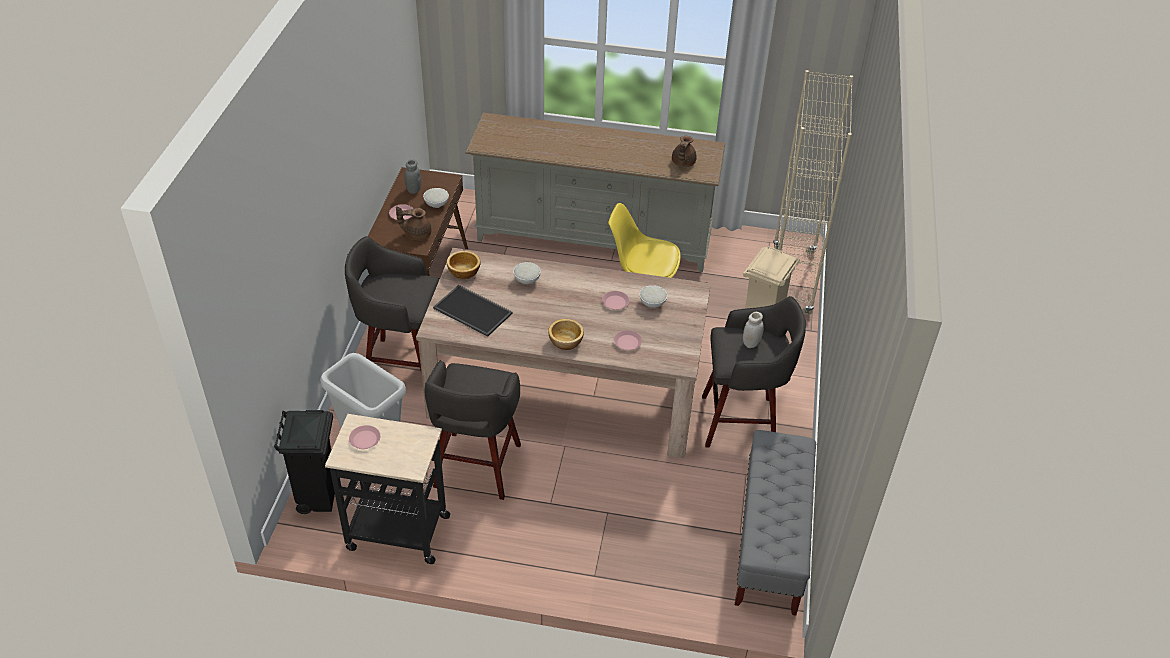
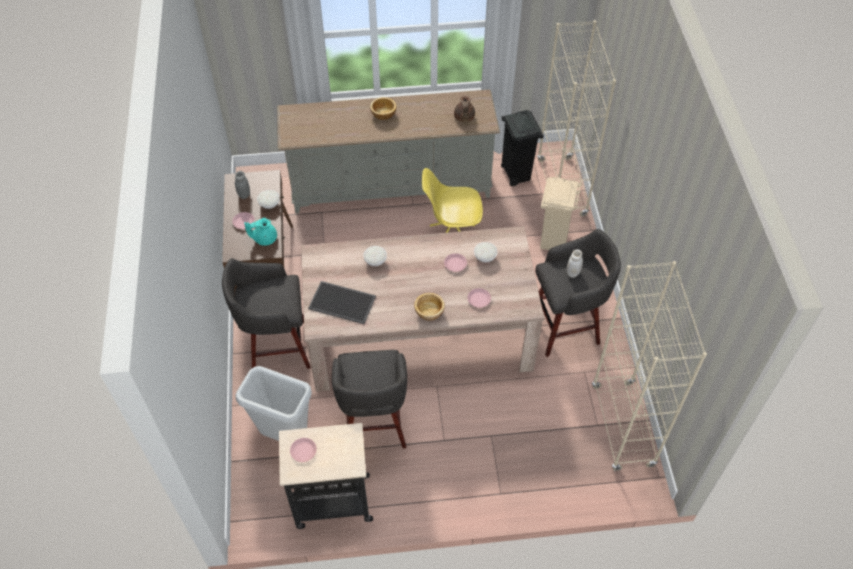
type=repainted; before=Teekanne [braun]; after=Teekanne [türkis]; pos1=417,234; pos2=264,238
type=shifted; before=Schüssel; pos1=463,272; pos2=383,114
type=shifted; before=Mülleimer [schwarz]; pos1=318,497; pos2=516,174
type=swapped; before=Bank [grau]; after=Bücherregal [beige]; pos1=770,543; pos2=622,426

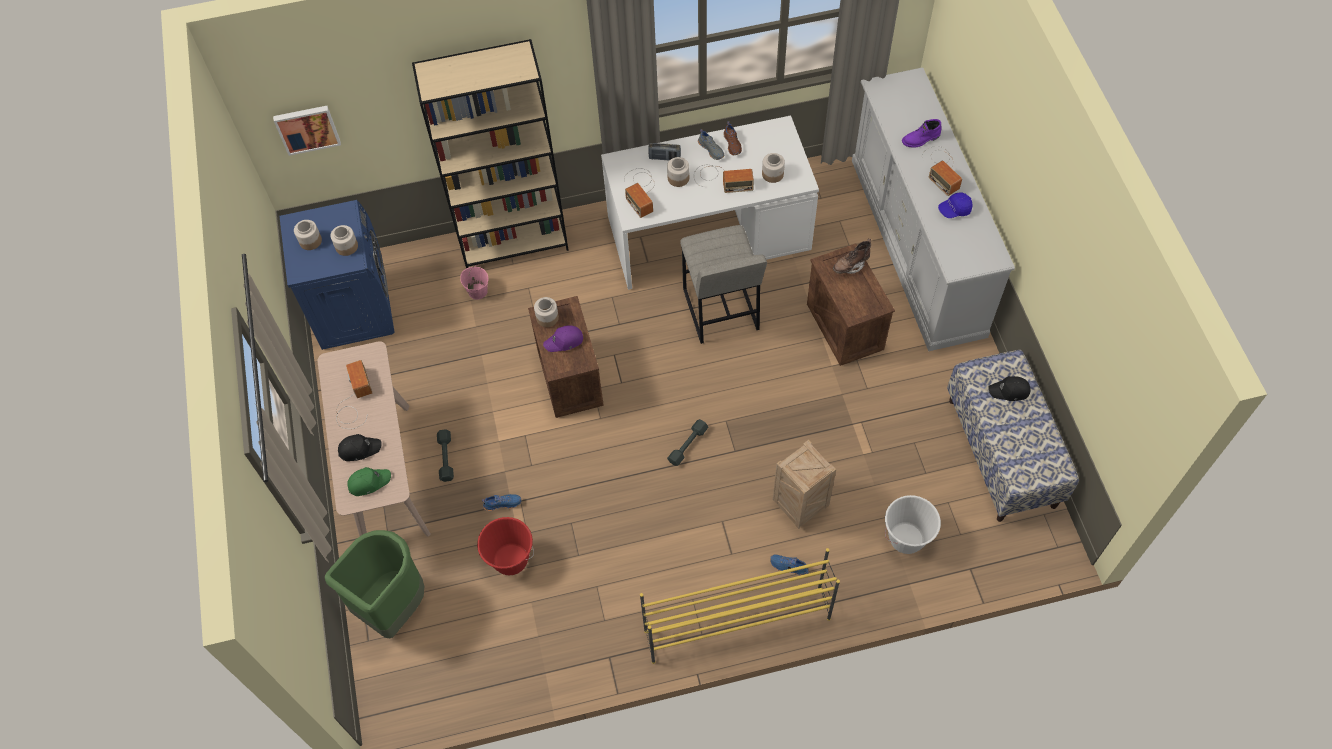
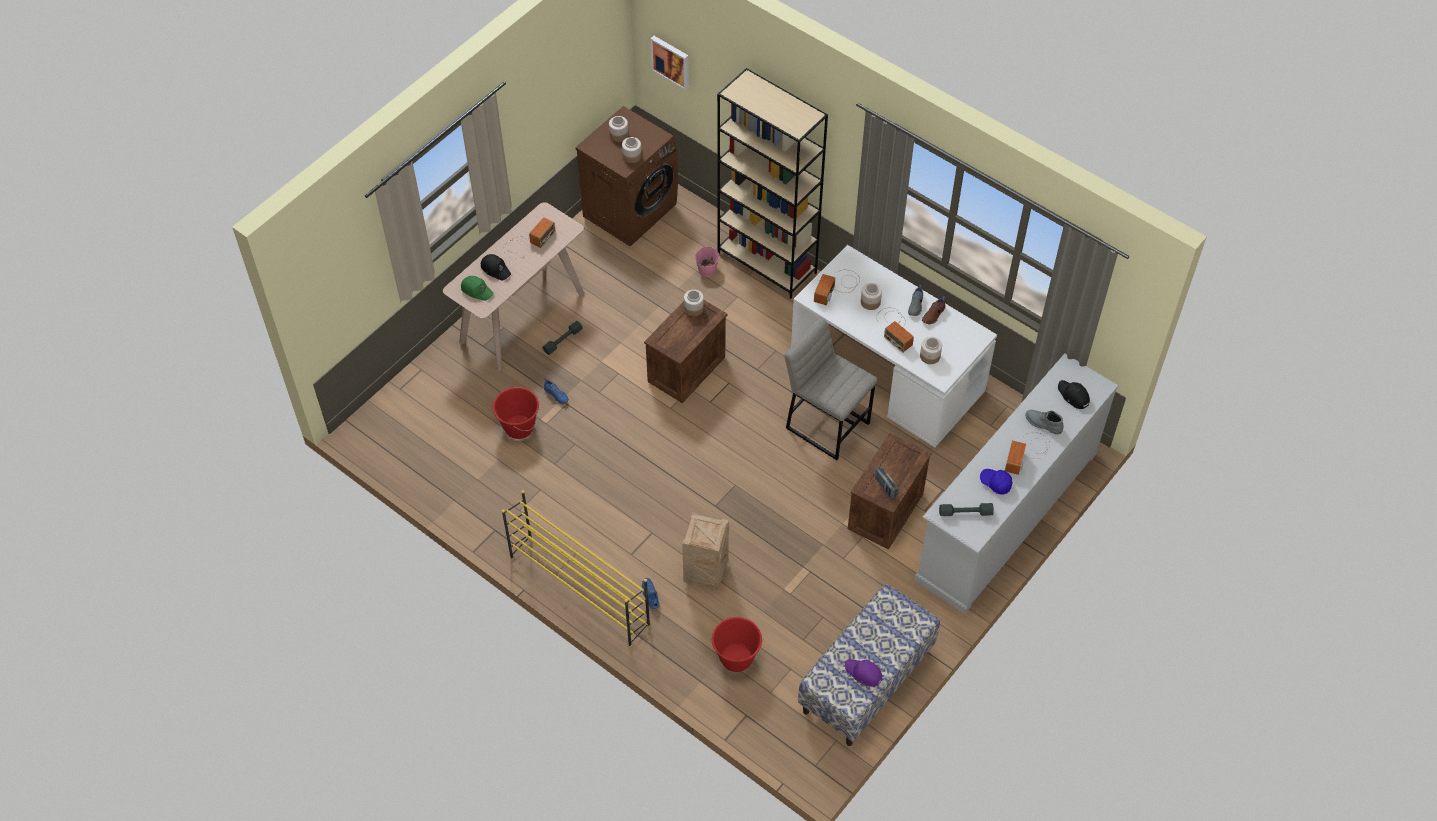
type=repainted; before=Stiefel [lila]; after=Stiefel [grau]; pos1=921,140; pos2=1043,424
type=shifted; before=Radio; pos1=664,158; pos2=885,487
type=repainted; before=Waschmaschine [blau]; after=Waschmaschine [braun]; pos1=354,308; pos2=630,211
type=rotated; before=Stuhl [grau]; pos1=721,311; pos2=826,424; turn=90
type=gone; before=Stiefel [braun]; pos1=851,265
type=shifted; before=Kappe [lila]; pos1=564,341; pos2=863,673
type=shifted; before=Kappe [schwarz]; pos1=1009,391; pos2=1073,396
type=shifted; before=Hantel [grau]; pos1=688,445; pos2=965,513
type=repainted; before=Eimer [weiß]; after=Eimer [rot]; pos1=906,538; pos2=736,658
type=gone; before=Mülleimer [grün]; pos1=393,606

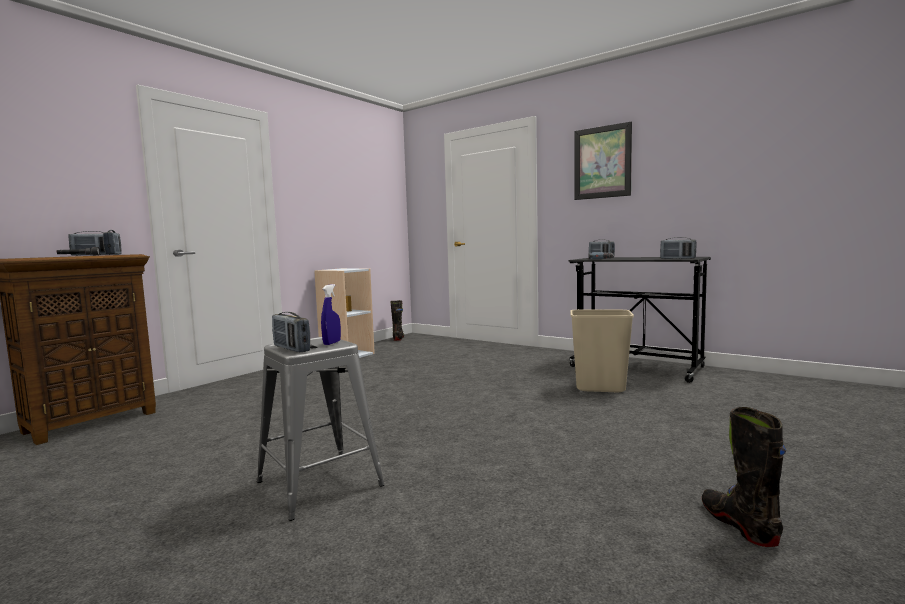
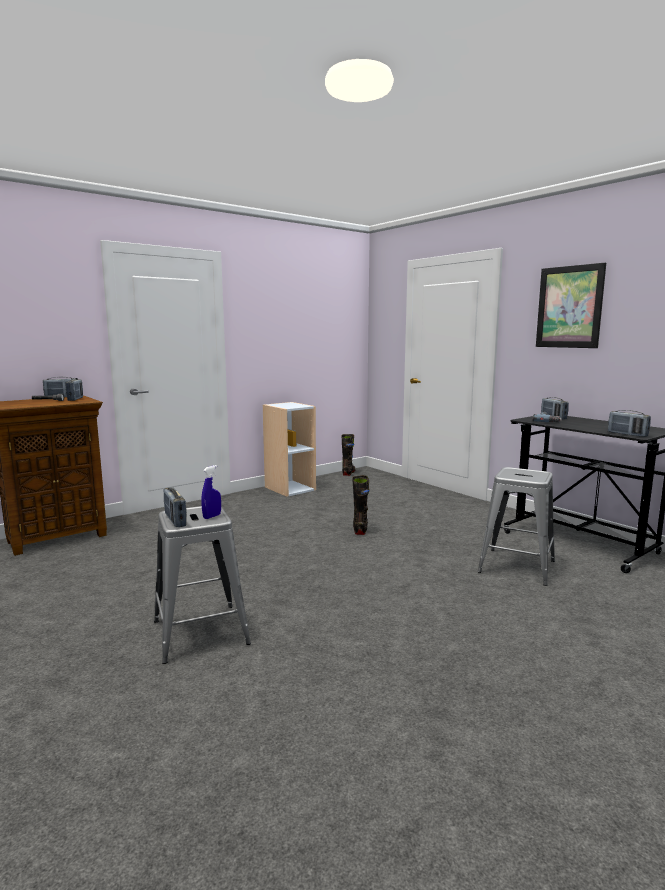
type=swapped; before=Mülleimer [beige]; after=Hocker [grau]; pos1=599,388; pos2=517,566
type=shifted; before=Stiefel [schwarz]; pos1=739,525; pos2=360,529

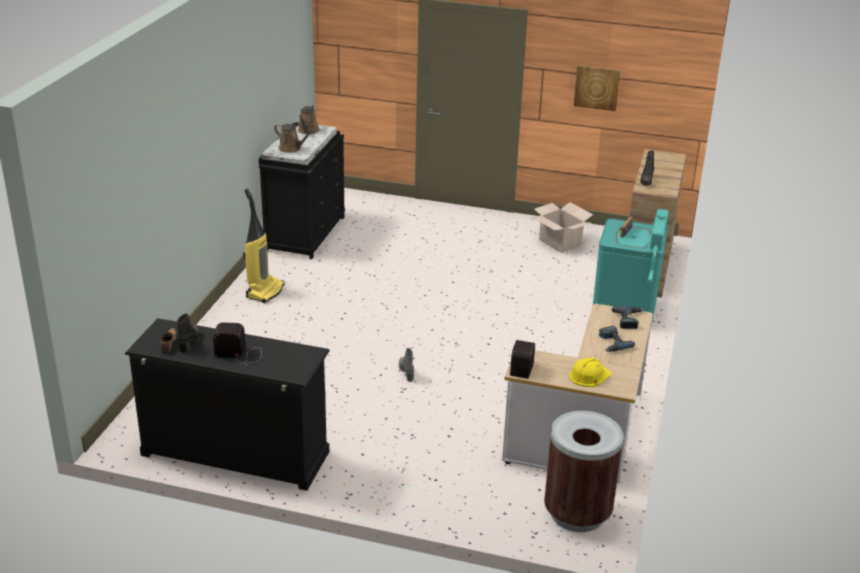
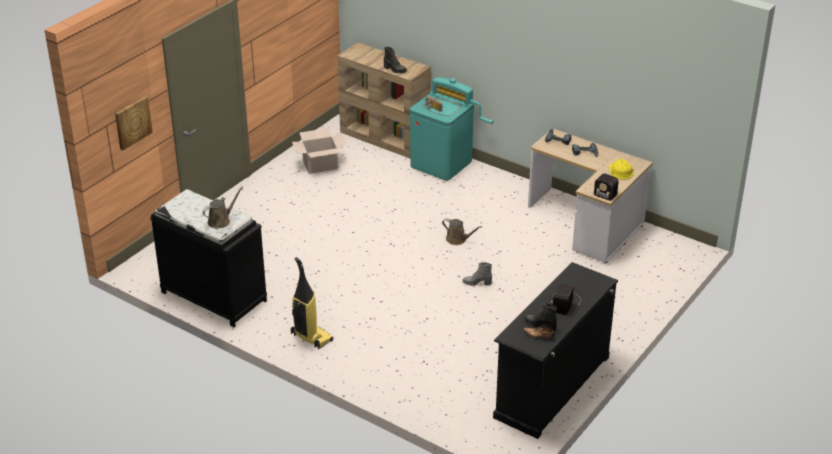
type=shifted; before=Bild; pos1=597,87; pos2=132,122
type=shifted; before=Gießkanne [braun]; pos1=308,131; pos2=458,240
type=gone; before=Mülleimer [braun]; pos1=577,513

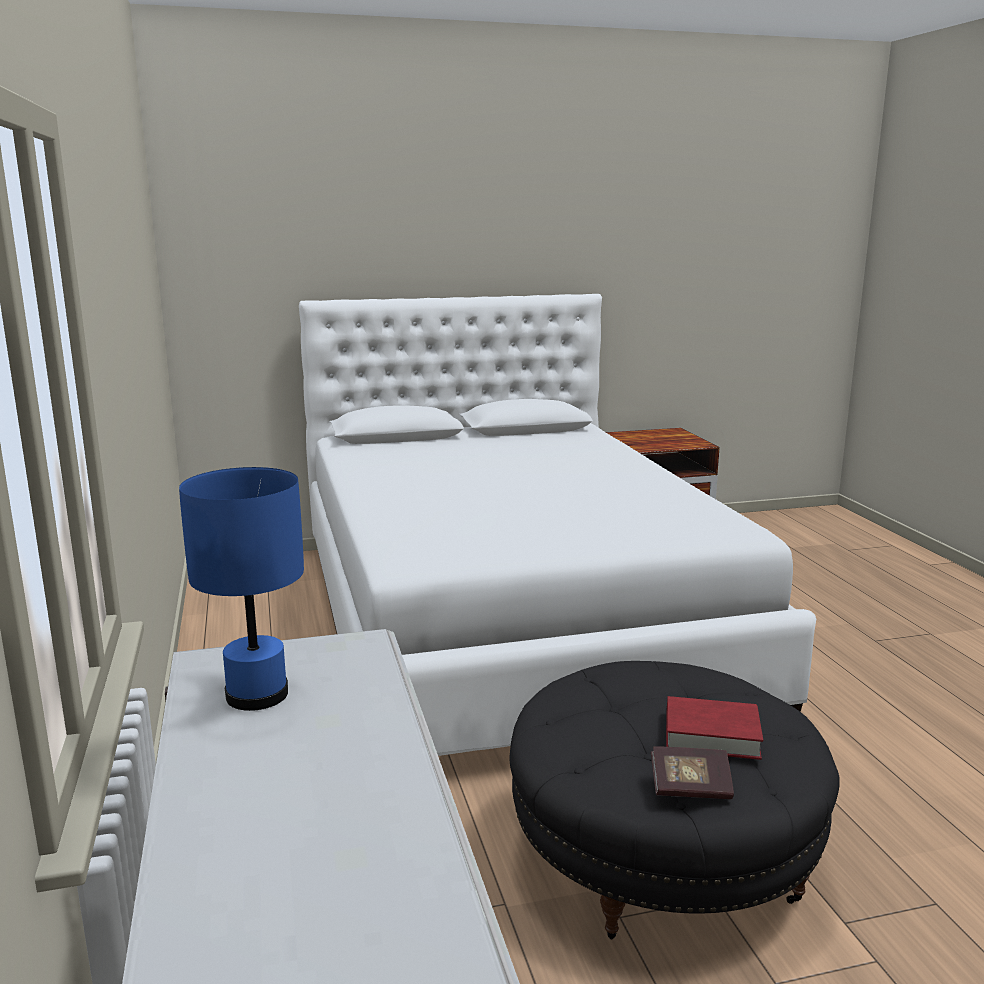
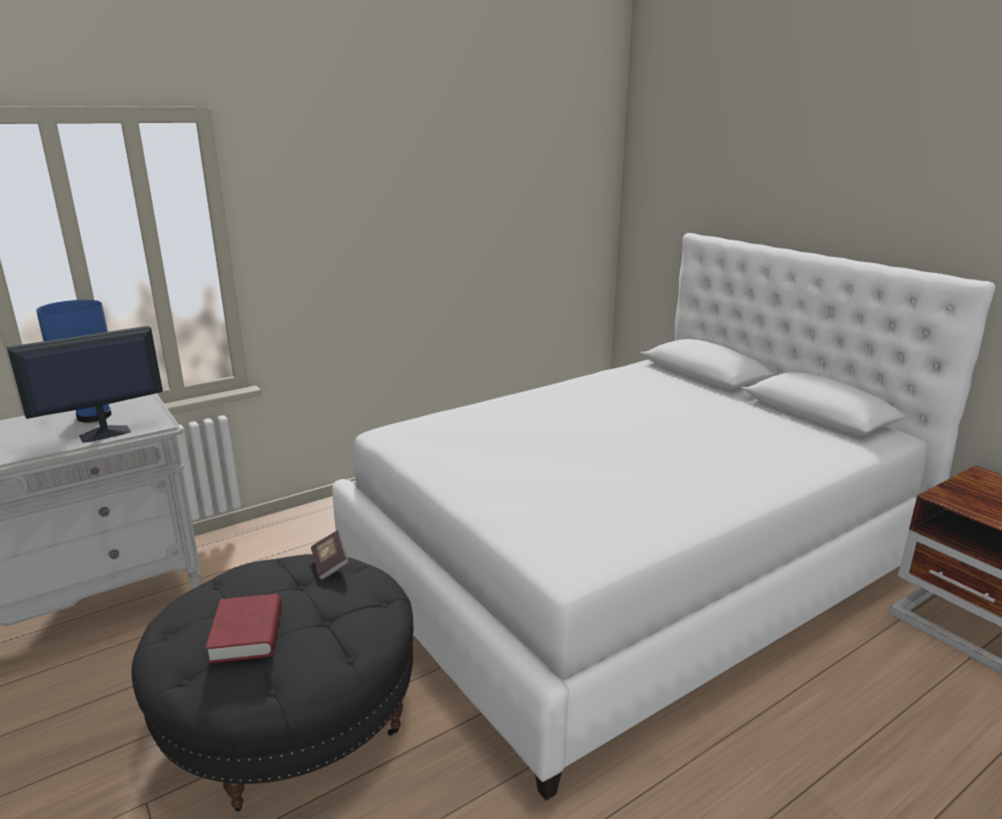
type=shifted; before=Buch; pos1=690,788; pos2=330,564
type=new; after=Monitor; pos2=103,434

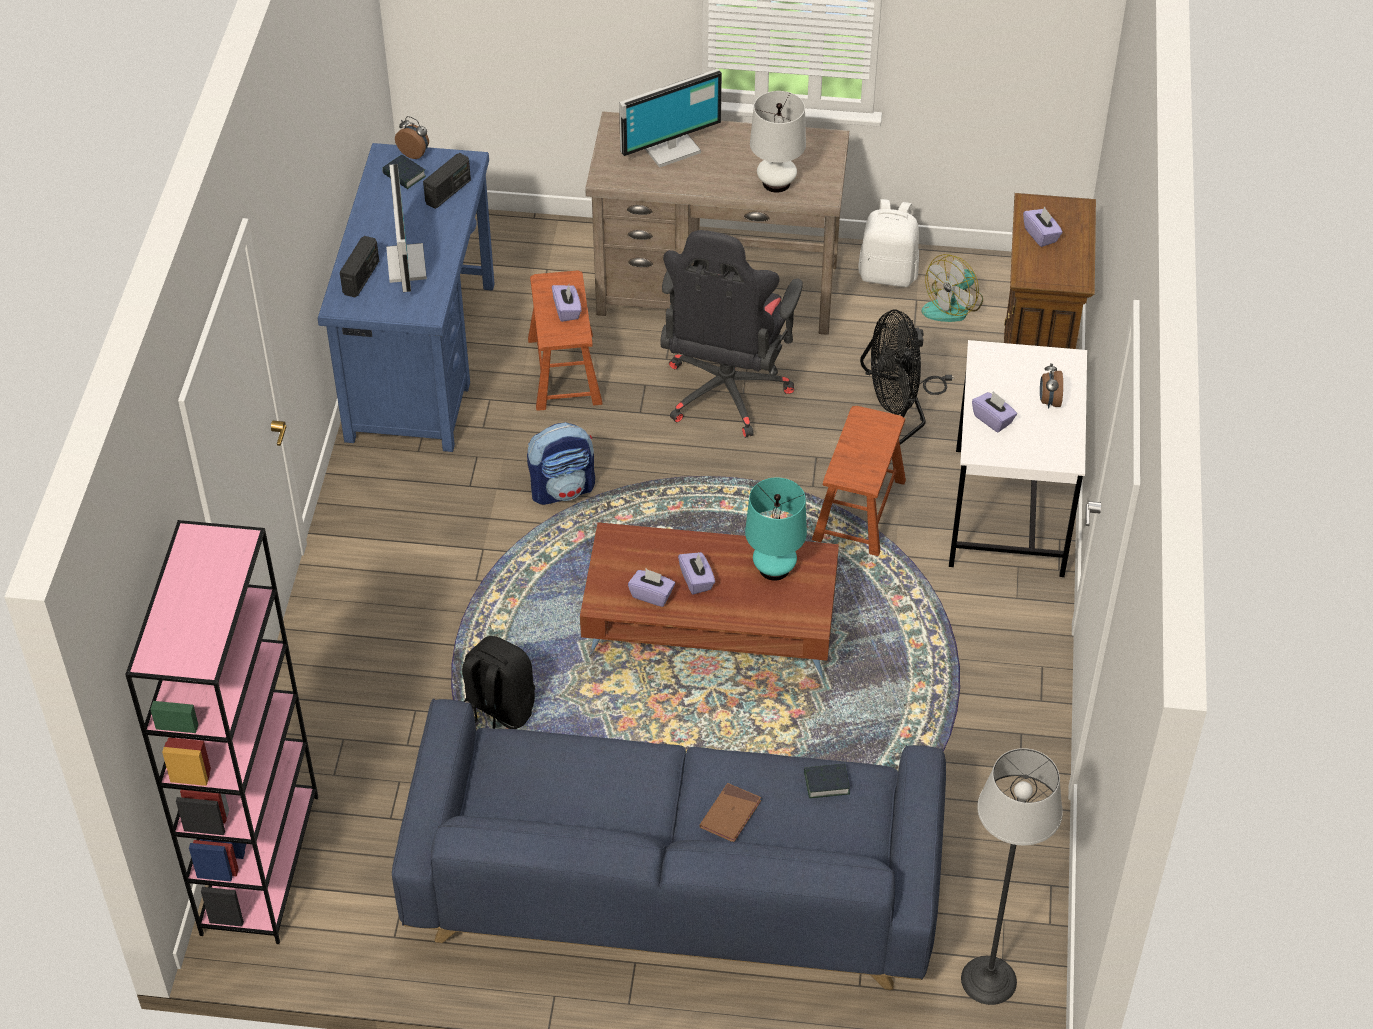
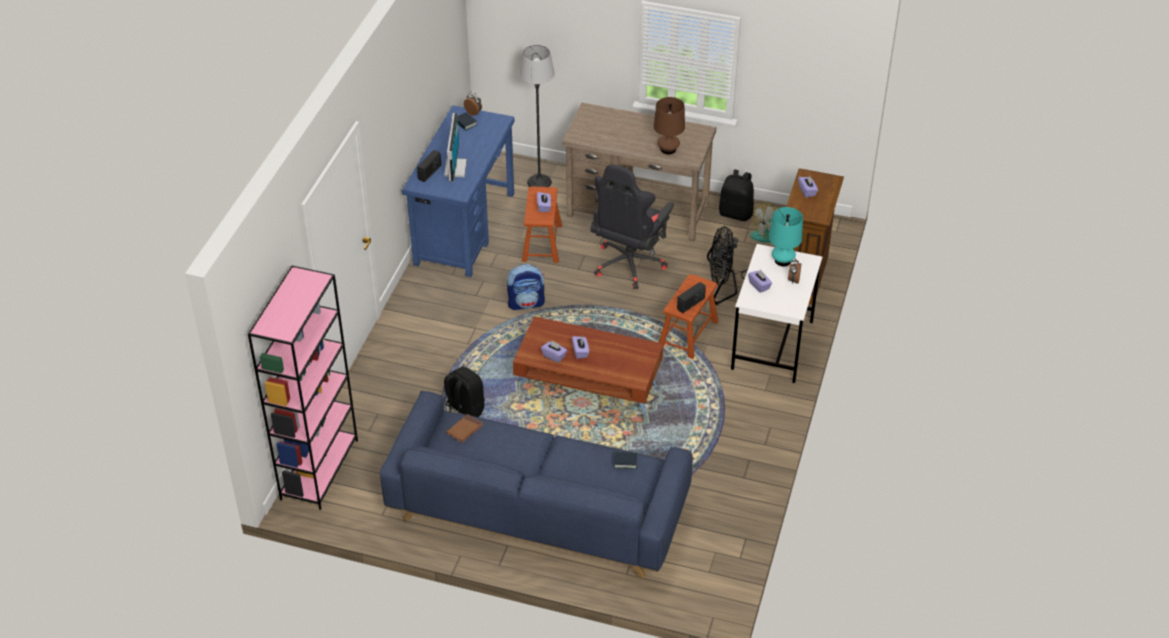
type=gone; before=Monitor; pos1=670,148
type=repainted; before=Tischlampe [weiß]; after=Tischlampe [braun]; pos1=776,183; pos2=668,149
type=shifted; before=Radio; pos1=448,192; pos2=691,304
type=repainted; before=Rucksack [weiß]; after=Rucksack [schwarz]; pos1=888,274; pos2=736,213
type=shifted; before=Tischlampe [türkis]; pos1=774,568; pos2=782,260
type=shifted; before=Stehlampe; pos1=988,980; pos2=539,182
type=shifted; before=Buch [braun]; pos1=730,814; pos2=464,429

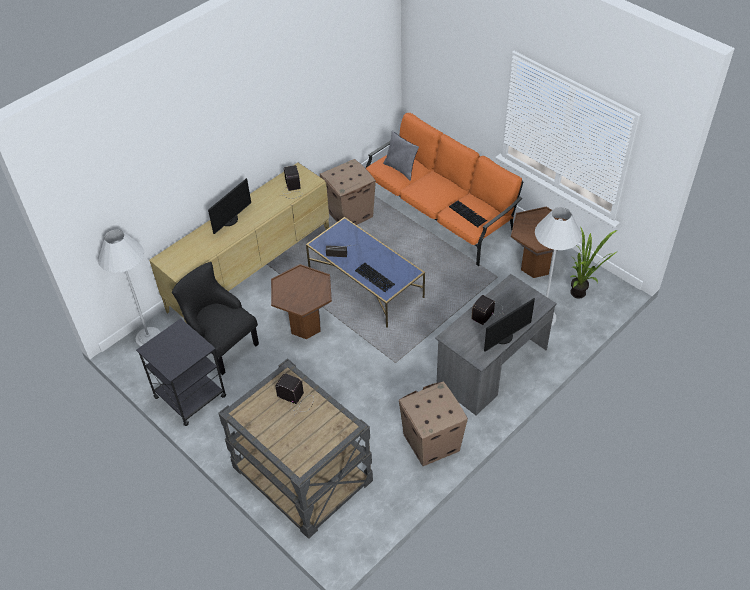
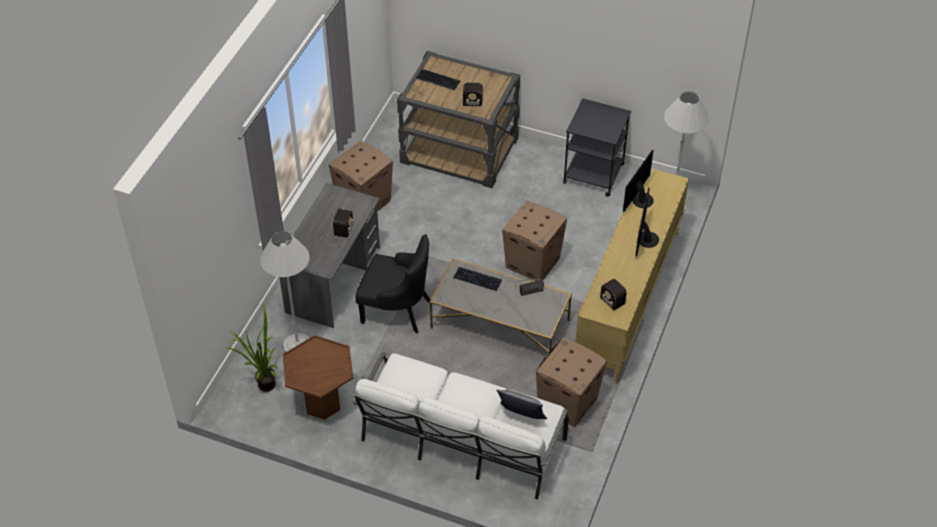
type=repainted; before=Sofa [orange]; after=Sofa [weiß]; pos1=440,213; pos2=462,440
type=shifted; before=Tastatur; pos1=467,214; pos2=438,80
type=repainted; before=Couchtisch [blau]; after=Couchtisch [grau]; pos1=366,283; pos2=499,324
type=shifted; before=Stuhl [schwarz]; pos1=223,346; pos2=395,310
type=swapped; before=Beistelltisch [braun]; after=Karton; pos1=305,326; pos2=533,262
type=shifted; before=Monitor; pos1=504,337; pos2=640,199

